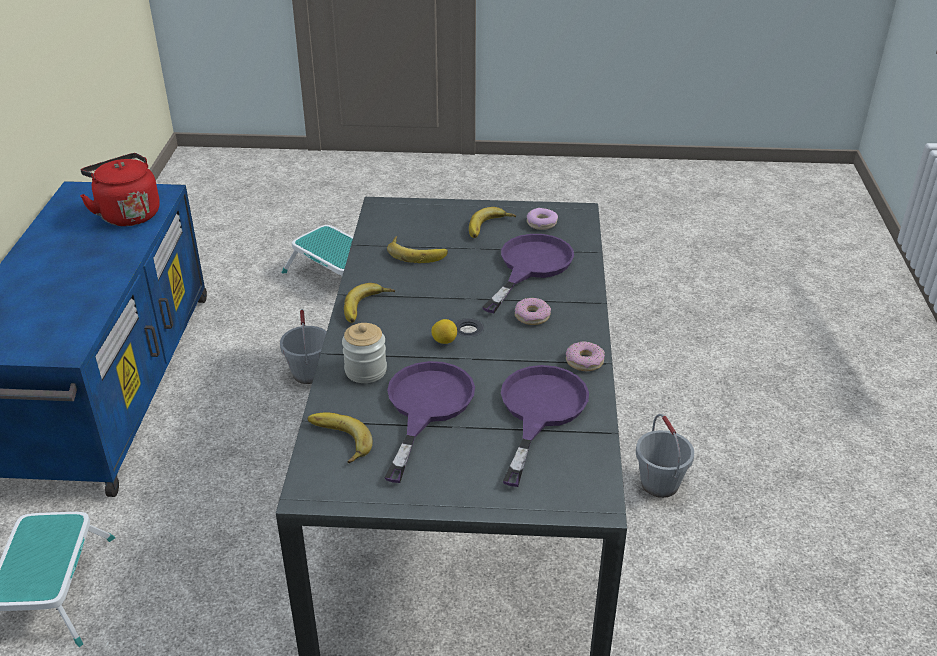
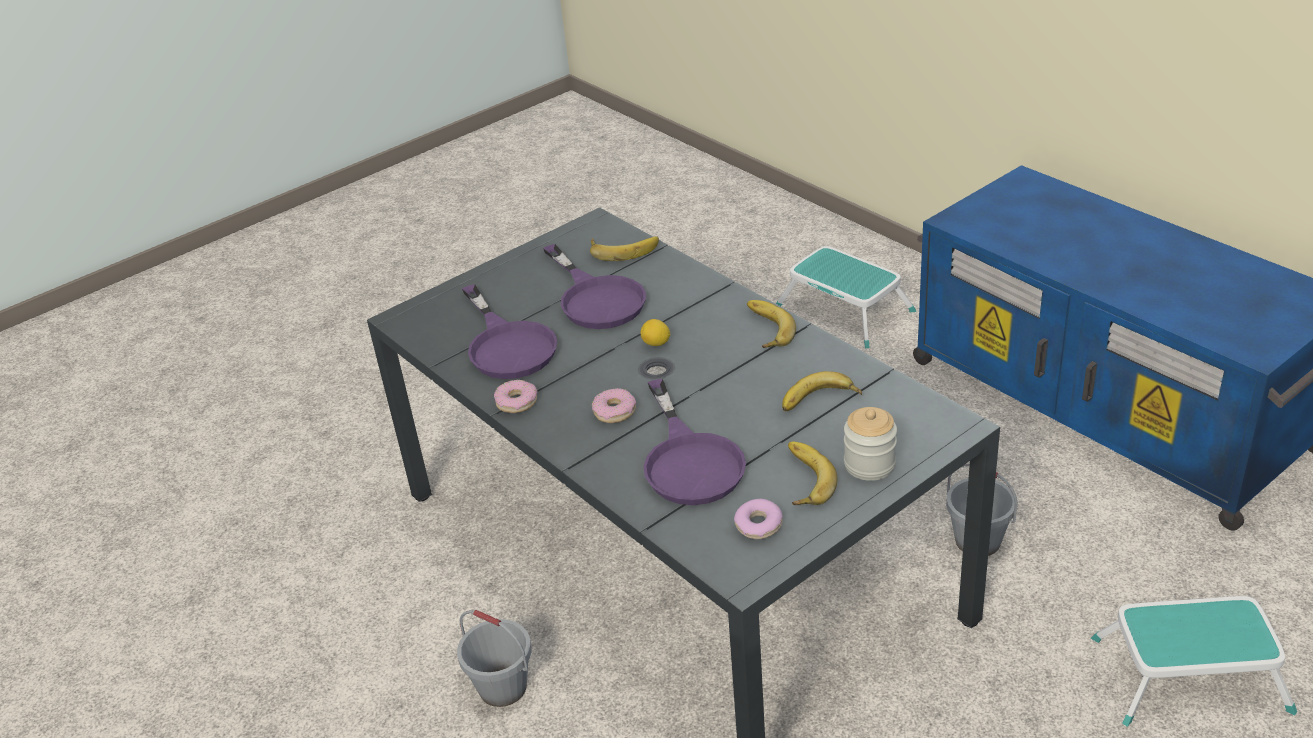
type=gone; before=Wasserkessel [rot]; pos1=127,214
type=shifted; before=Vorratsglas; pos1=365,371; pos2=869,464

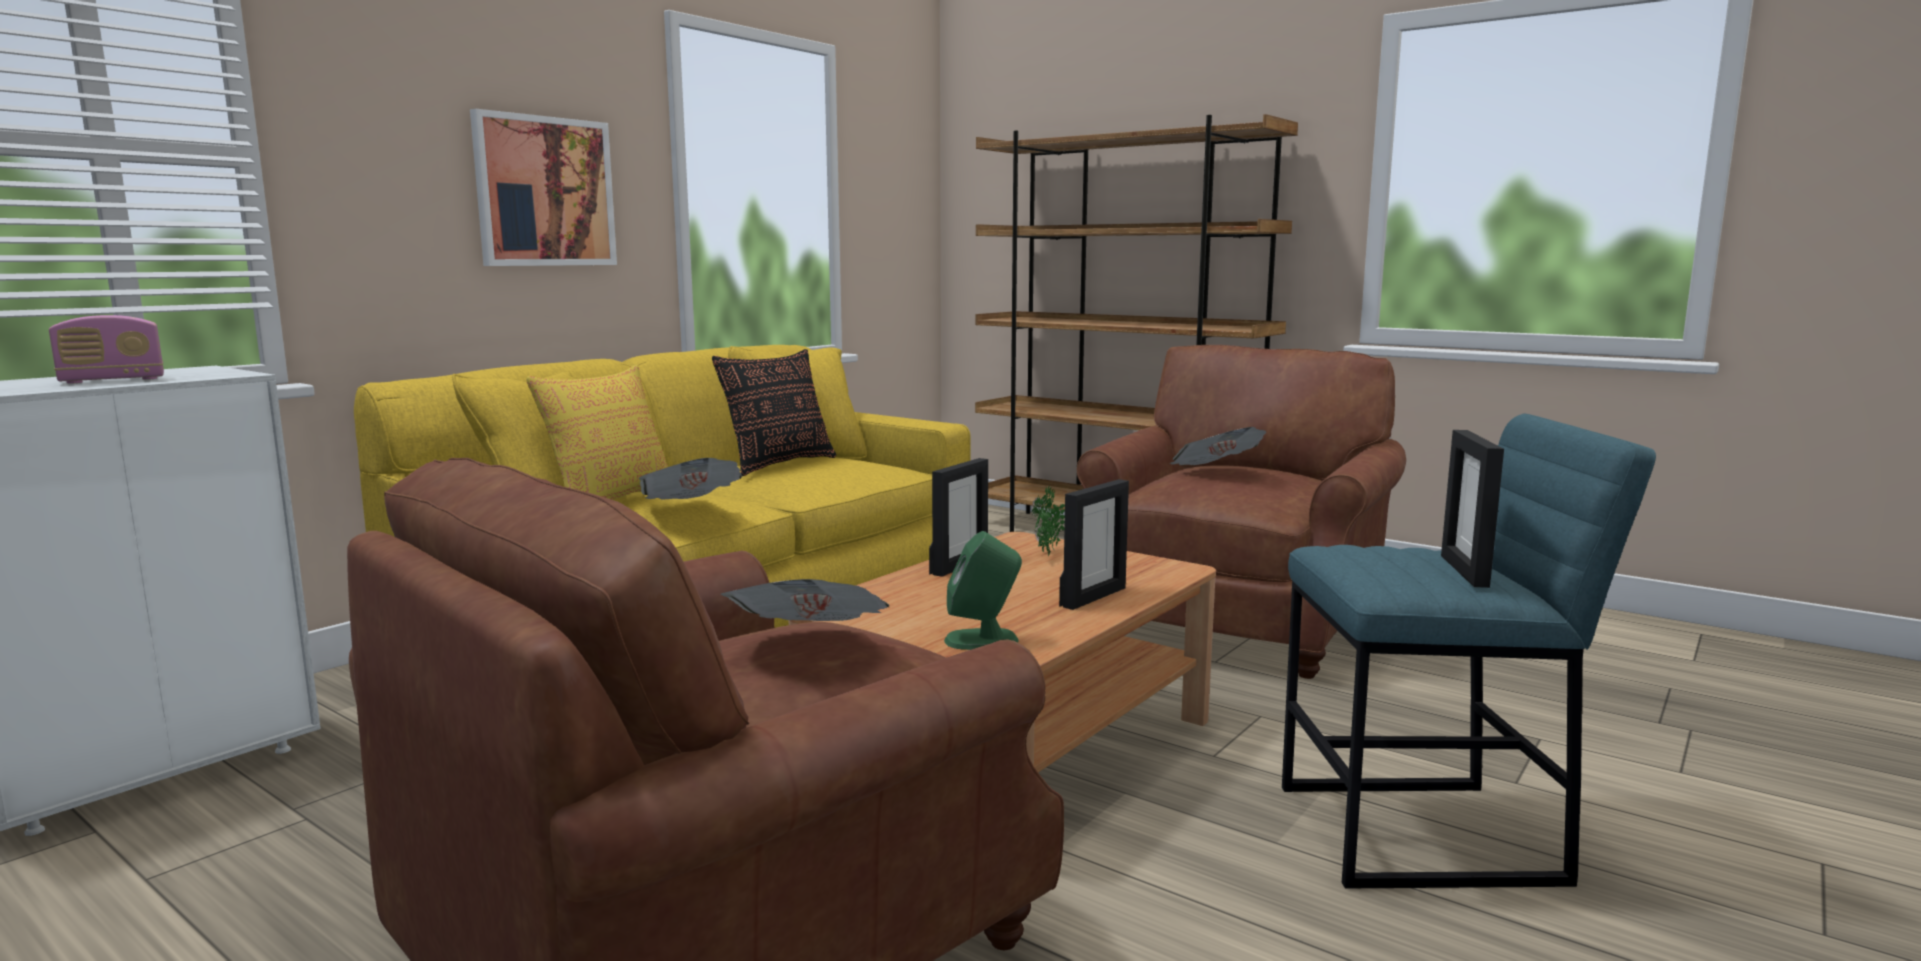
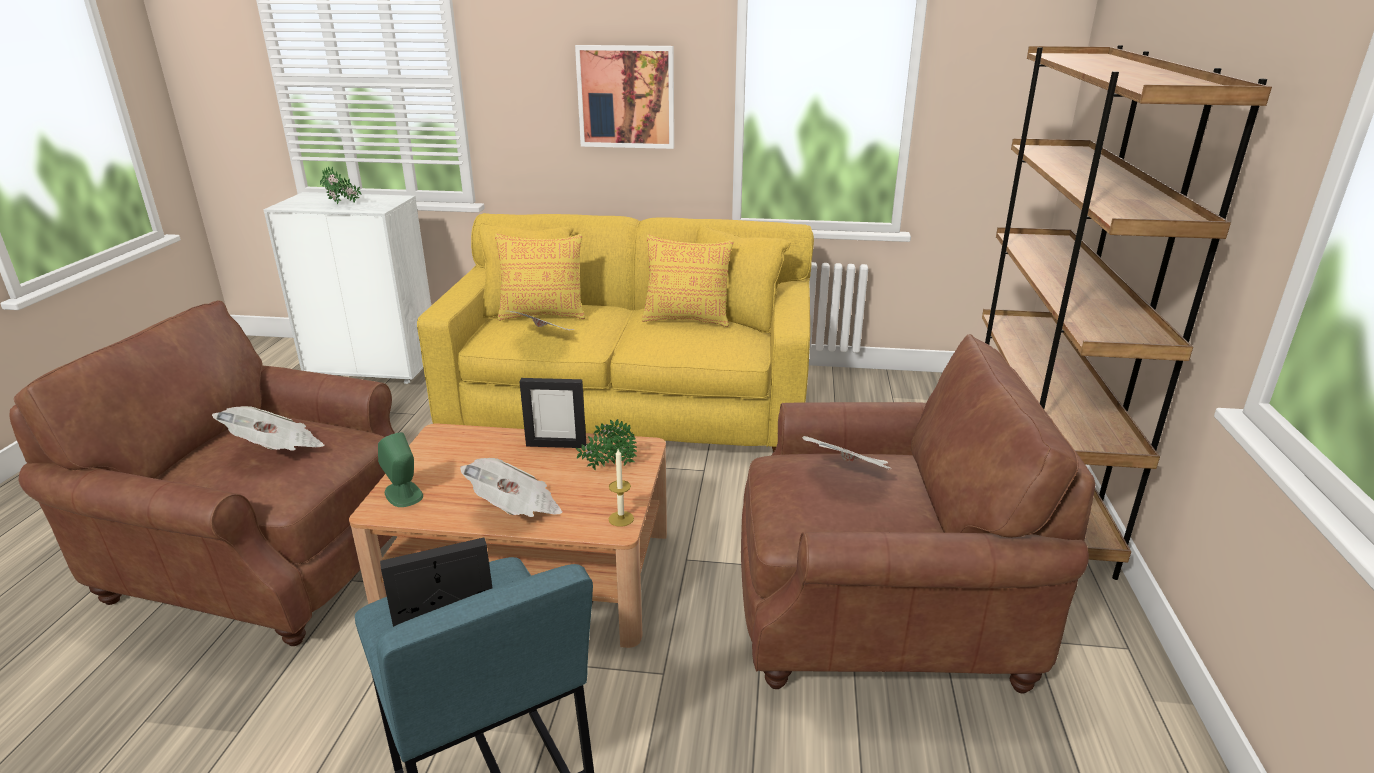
type=swapped; before=Radio; after=Topfpflanze; pos1=112,380; pos2=343,204
type=repainted; before=Kissen [schwarz]; after=Kissen [gelb]; pos1=779,465; pos2=687,320
type=swapped; before=Bilderrahmen; after=Zeitung; pos1=1093,597; pos2=516,509
type=new; after=Kerze; pos2=621,519

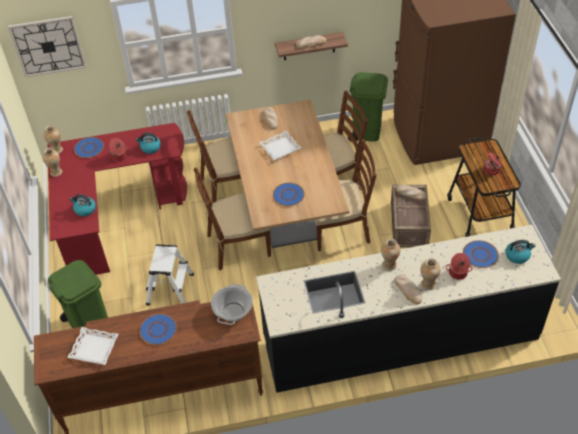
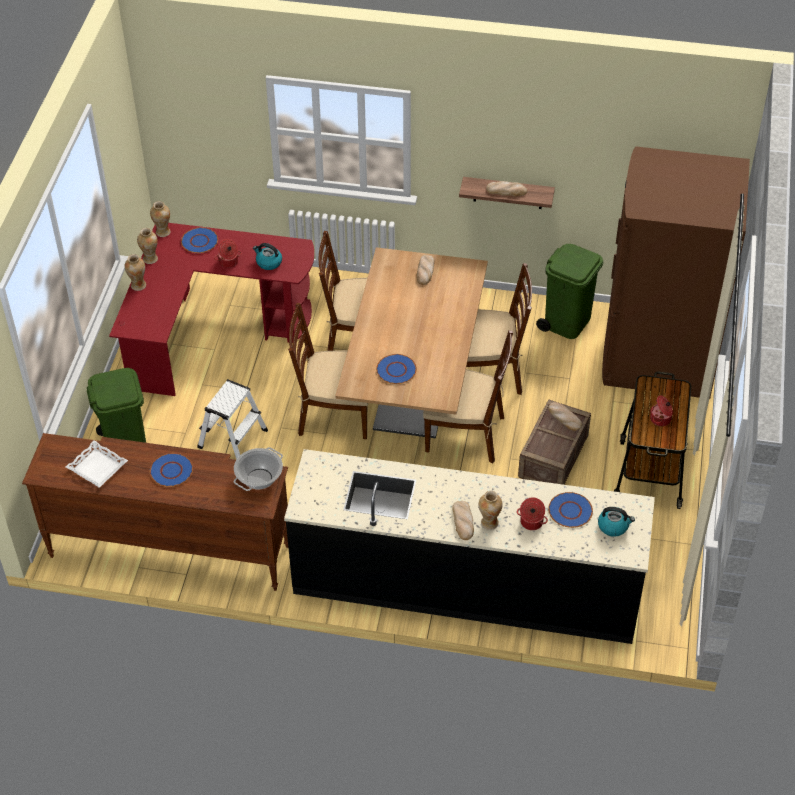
type=gone; before=Wanduhr; pos1=48,46
type=gone; before=Tablett [weiß]; pos1=280,148
type=gone; before=Wasserkessel; pos1=85,209
type=shifted; before=Vase; pos1=389,265; pos2=138,285

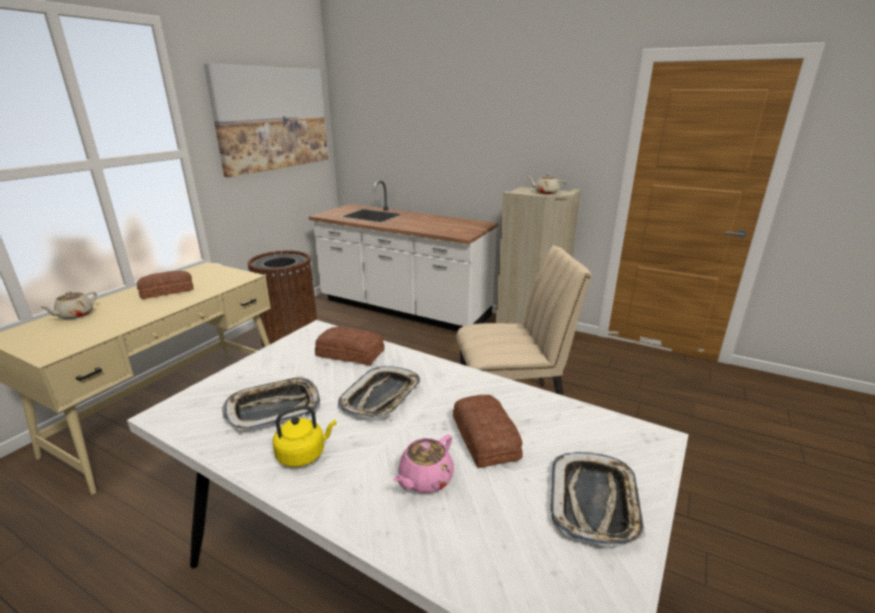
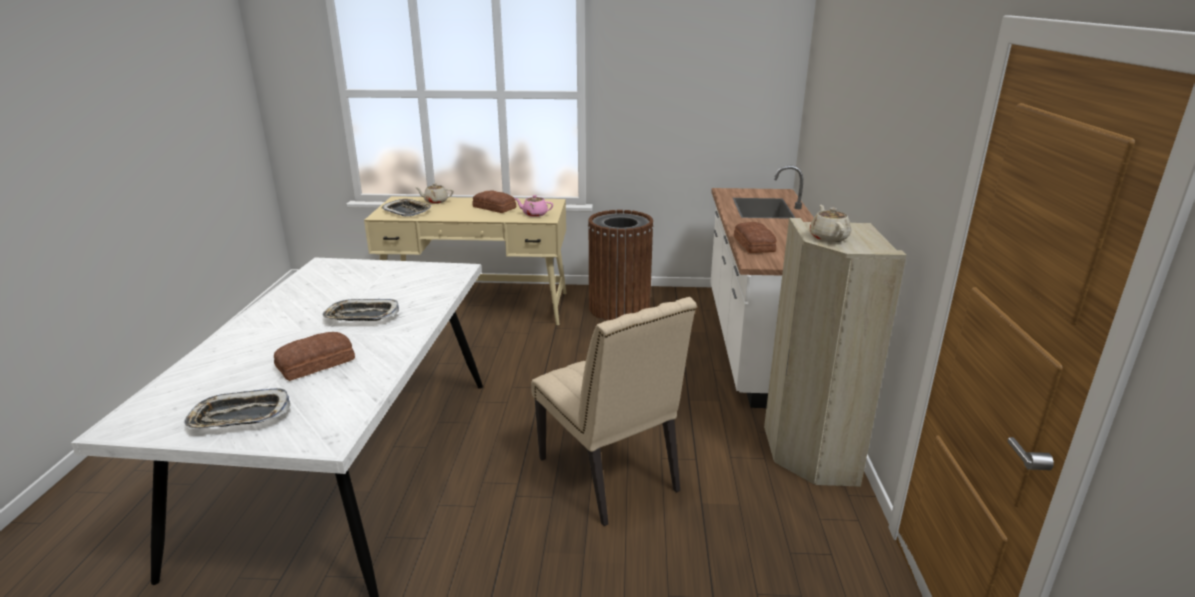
type=gone; before=Bild; pos1=273,119
type=shifted; before=Brot; pos1=350,352; pos2=754,244
type=shifted; before=Tablett; pos1=274,408; pos2=407,211
type=gone; before=Wasserkessel [gelb]; pos1=304,454
type=shifted; before=Teekanne [rosa]; pos1=425,479; pos2=534,214

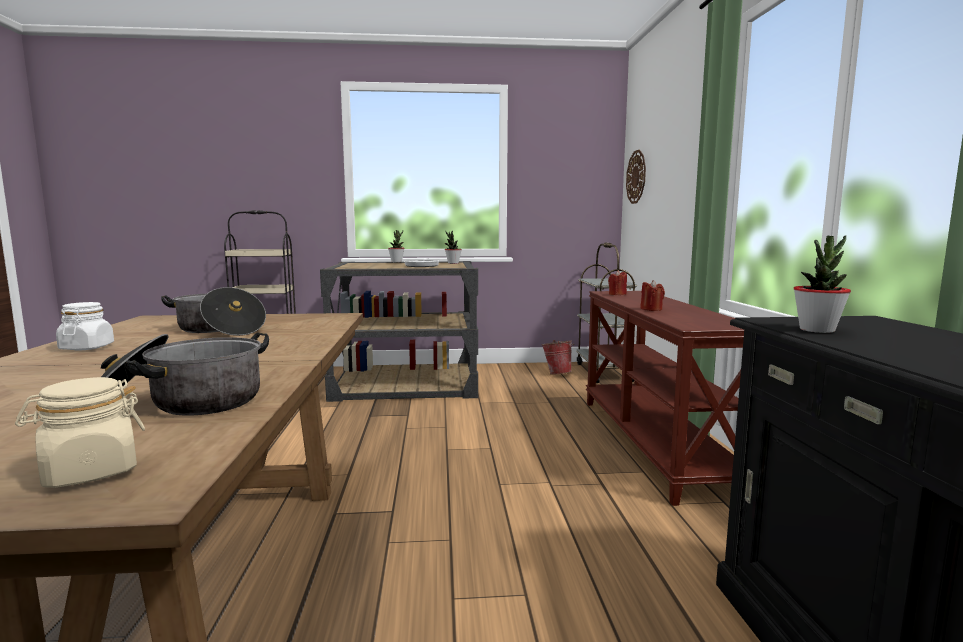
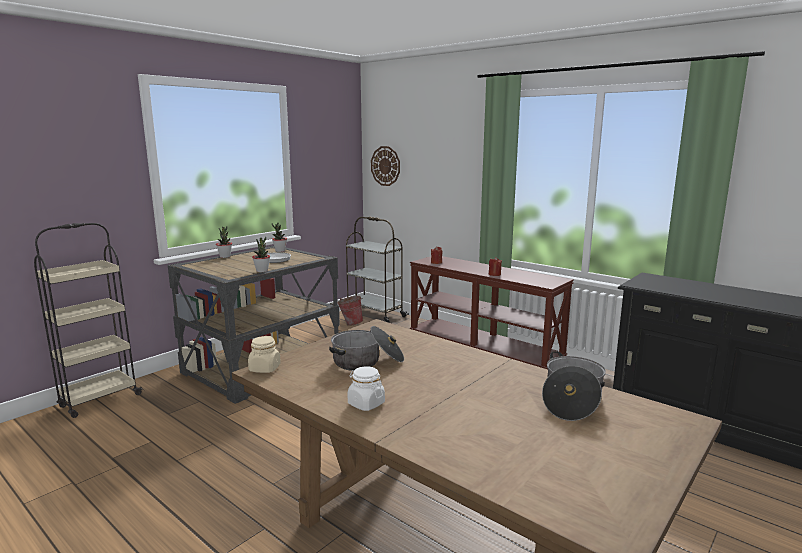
type=shifted; before=Topfpflanze; pos1=817,330; pos2=262,271
type=shifted; before=Vorratsglas [beige]; pos1=90,472; pos2=264,368

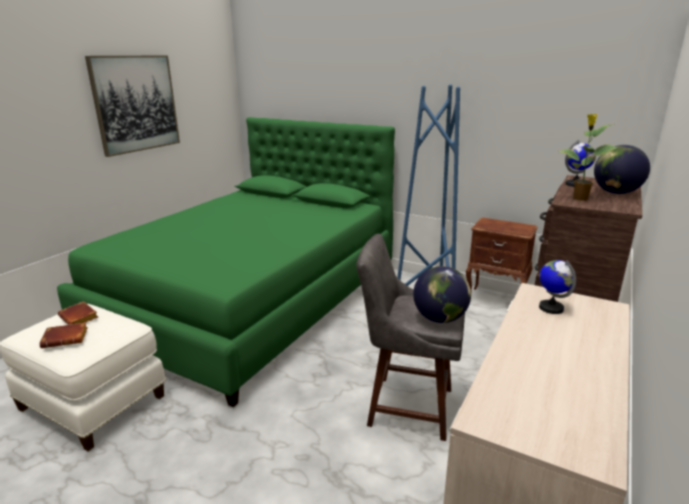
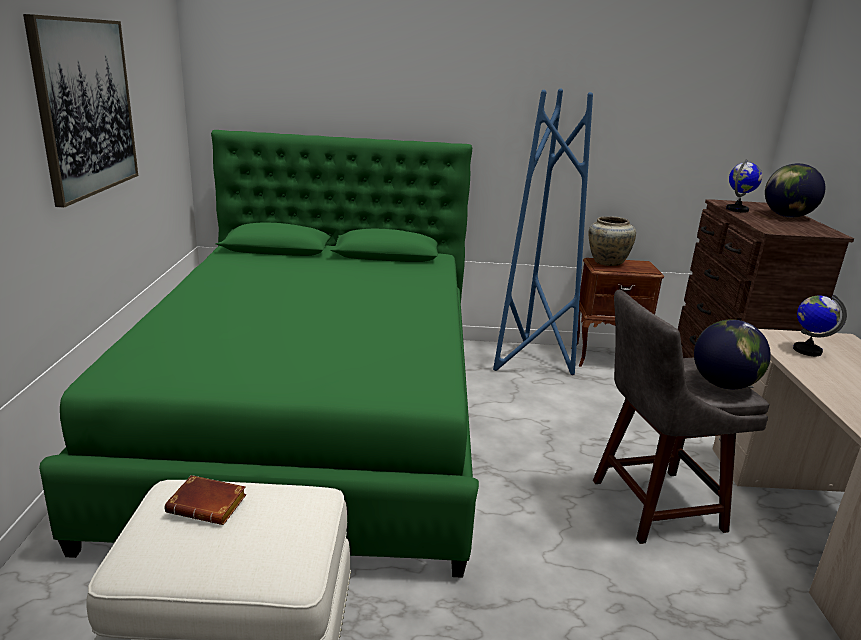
type=gone; before=Topfpflanze; pos1=579,198
type=gone; before=Buch [braun]; pos1=66,338
type=new; after=Vase [beige]; pos2=606,262

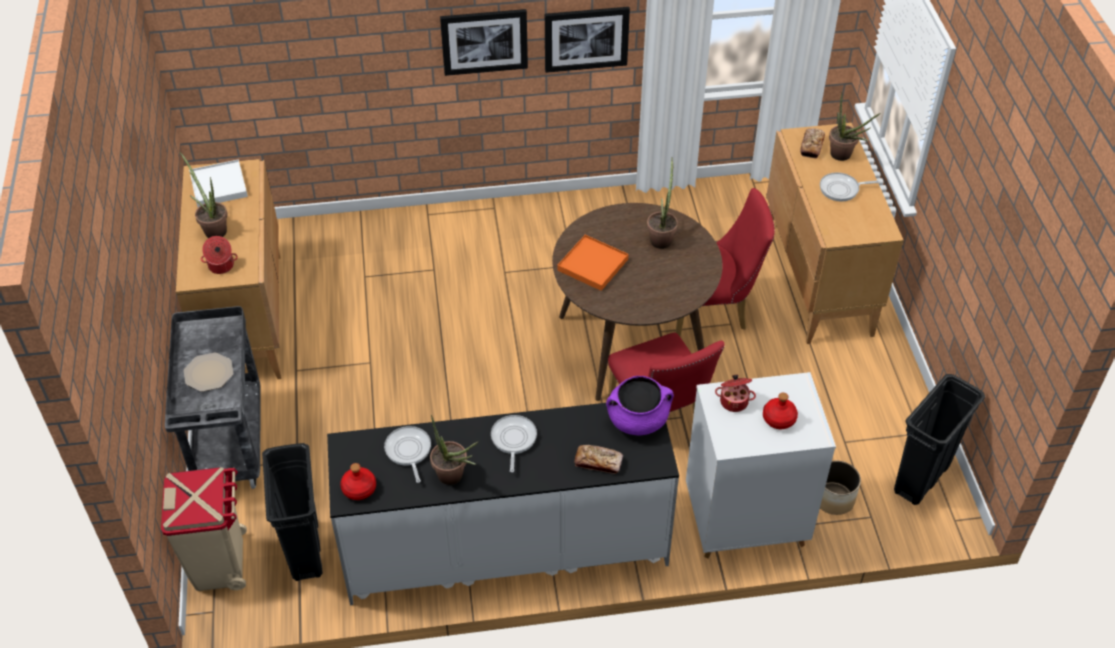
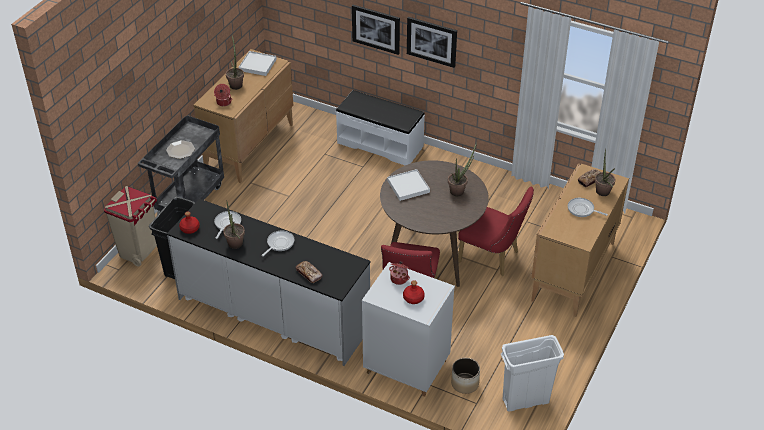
type=shifted; before=Bild; pos1=586,38; pos2=376,29
type=repainted; before=Tablett [orange]; after=Tablett [weiß]; pos1=593,265; pos2=408,186
type=repainted; before=Mülleimer [schwarz]; after=Mülleimer [weiß]; pos1=921,479; pos2=525,401
type=gone; before=Kochtopf [lila]; pos1=638,420
type=new; after=Bank [weiß]; pos2=380,144

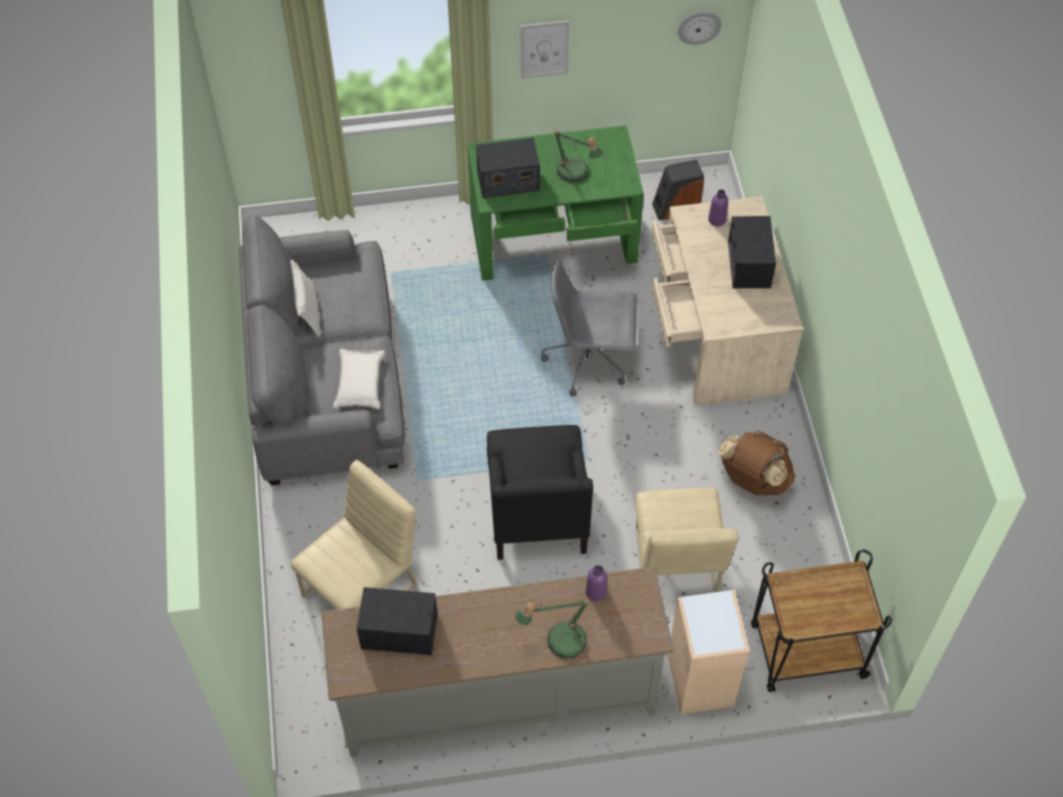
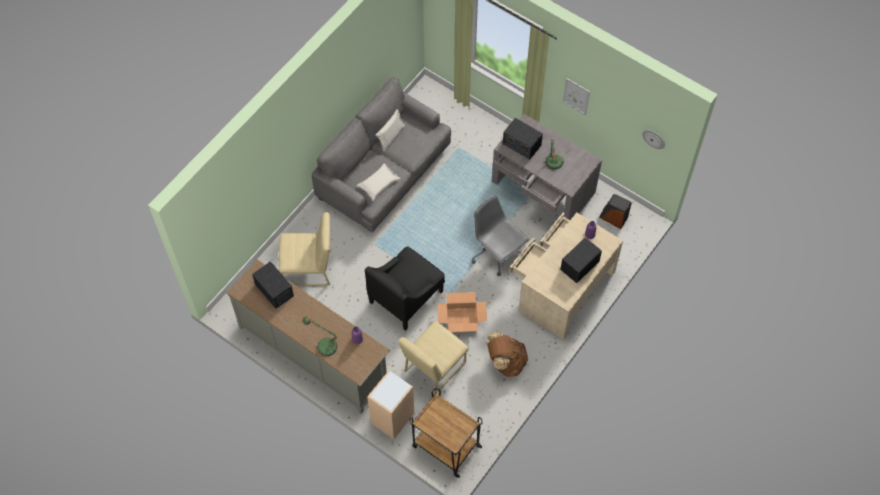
type=repainted; before=Schreibtisch [grün]; after=Schreibtisch [grau]; pos1=556,245; pos2=541,191
type=new; after=Karton; pos2=461,318

